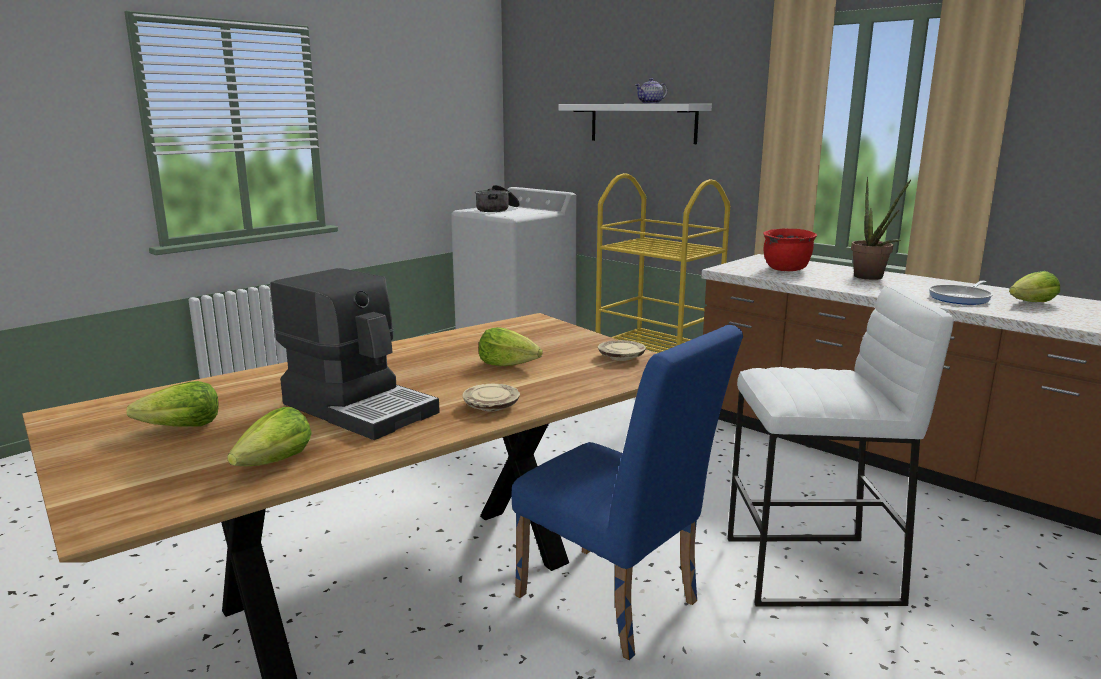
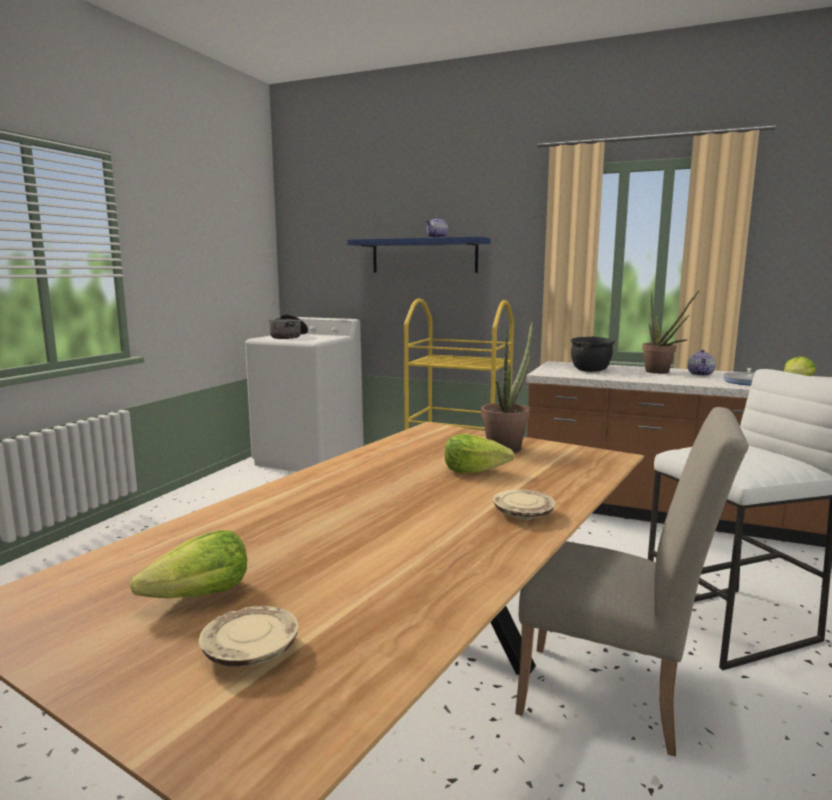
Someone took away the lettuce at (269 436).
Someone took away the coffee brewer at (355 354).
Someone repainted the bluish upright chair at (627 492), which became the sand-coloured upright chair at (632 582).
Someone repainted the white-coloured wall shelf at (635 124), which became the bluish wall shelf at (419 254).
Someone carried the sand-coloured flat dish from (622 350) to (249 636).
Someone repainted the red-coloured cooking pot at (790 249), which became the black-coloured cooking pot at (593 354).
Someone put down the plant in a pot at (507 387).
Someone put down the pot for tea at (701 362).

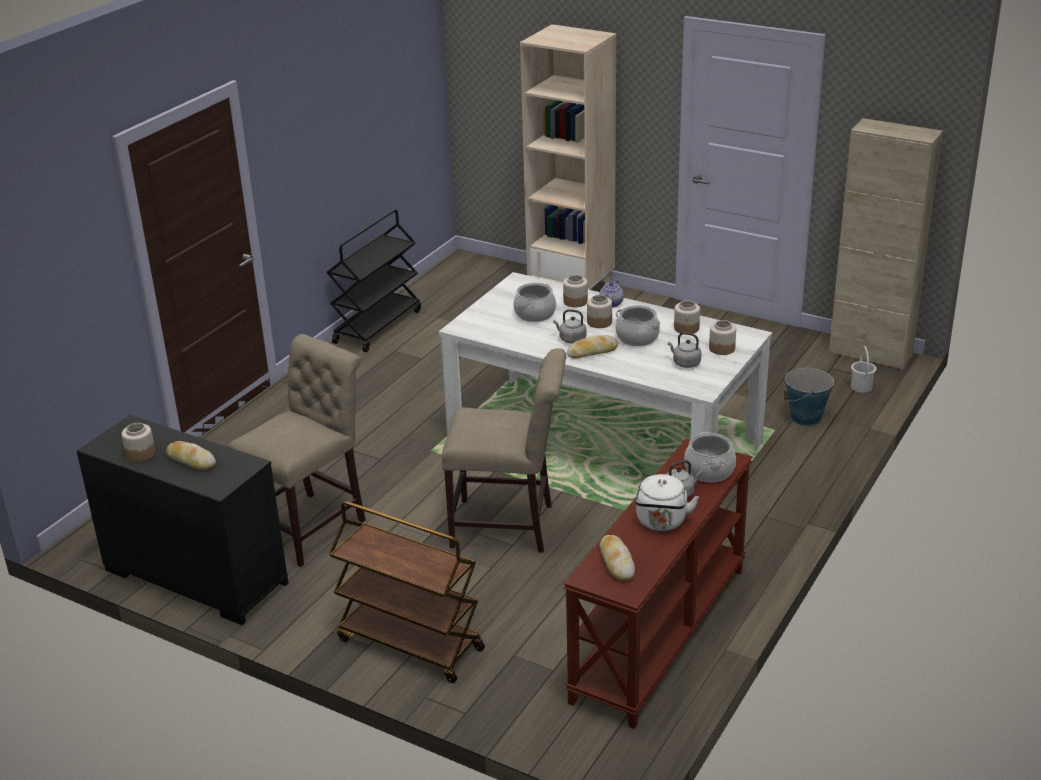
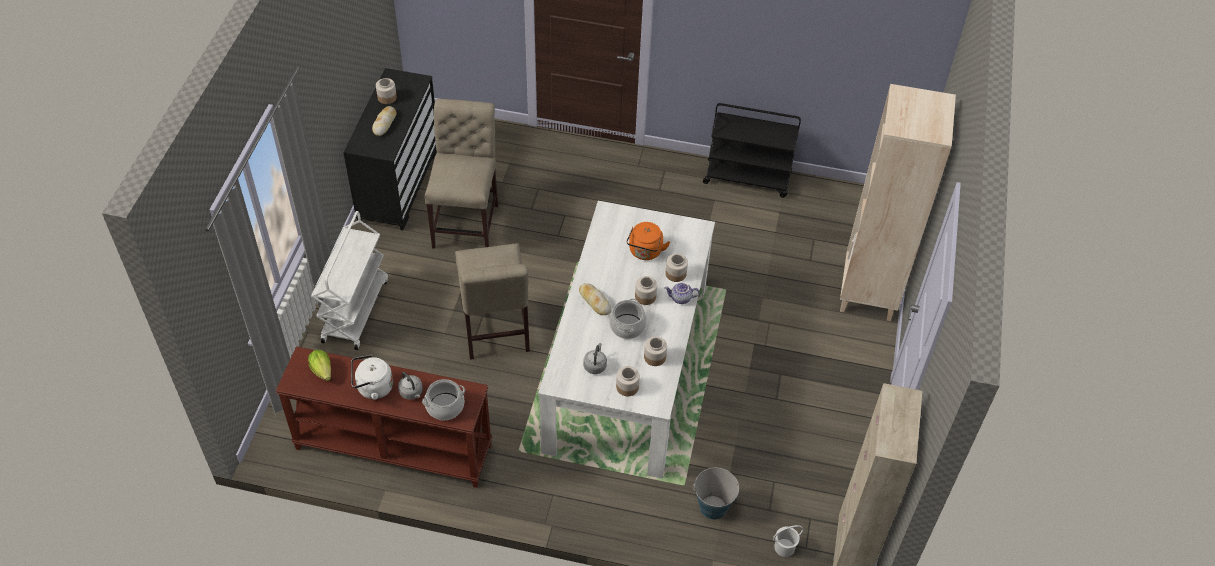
Someone rotated the sand-coloured upright chair at (297 450) by 105 degrees counterclockwise.
Someone repainted the brownish cart at (407 592), which became the white-coloured cart at (349 280).
Someone swapped the cooking pot at (534 302) for the orange-coloured tea kettle at (648 241).
Someone took away the greyish tea kettle at (569 326).
Someone swapped the baked bread at (617 558) for the lettuce at (319 365).

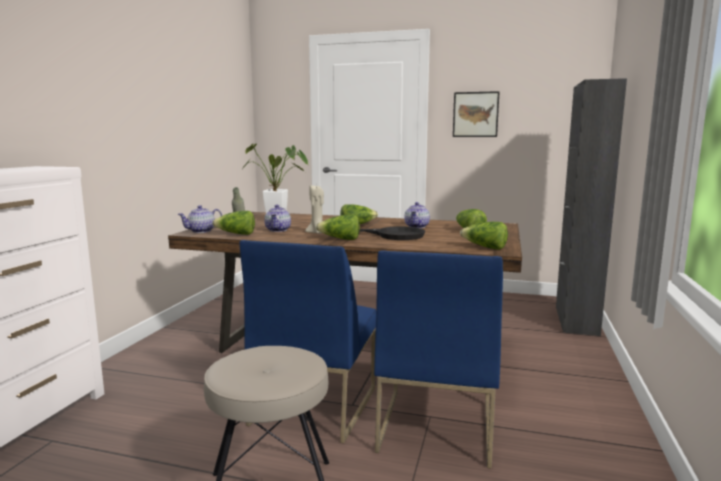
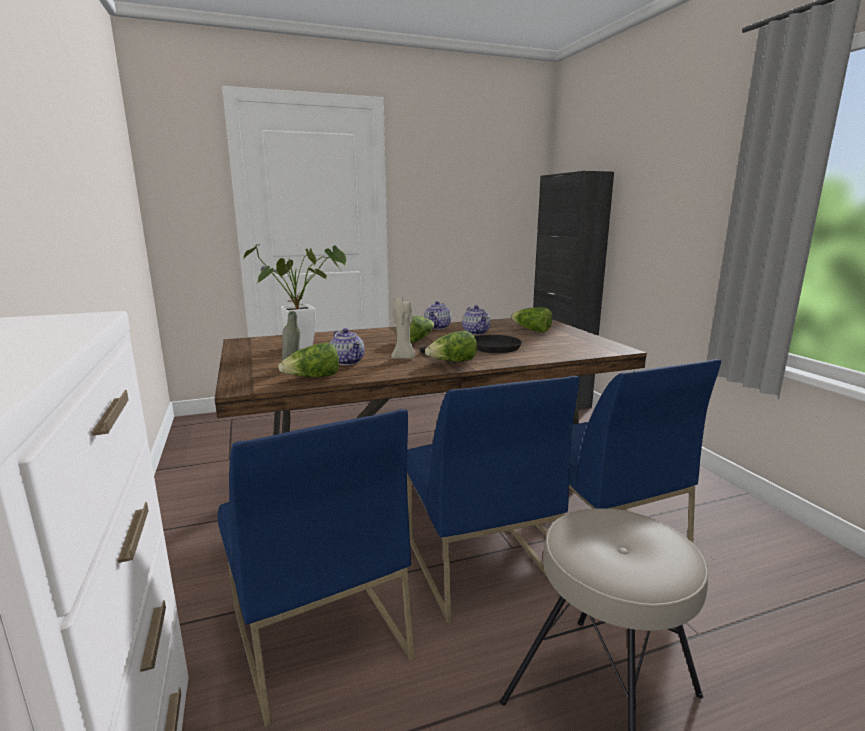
Someone carried the pot for tea from (200 219) to (437 315).
Someone took away the wall art at (476 114).
Someone took away the lettuce at (484 236).
Someone put down the bluish upright chair at (316 568).

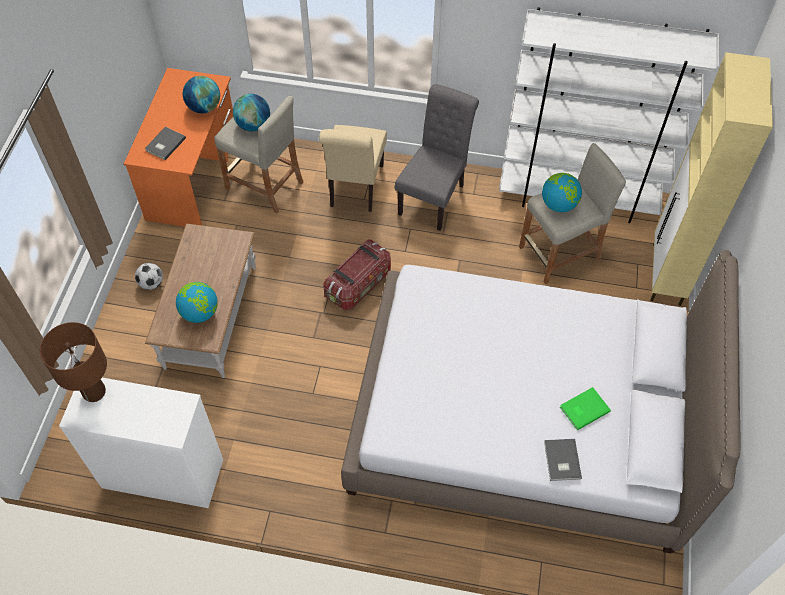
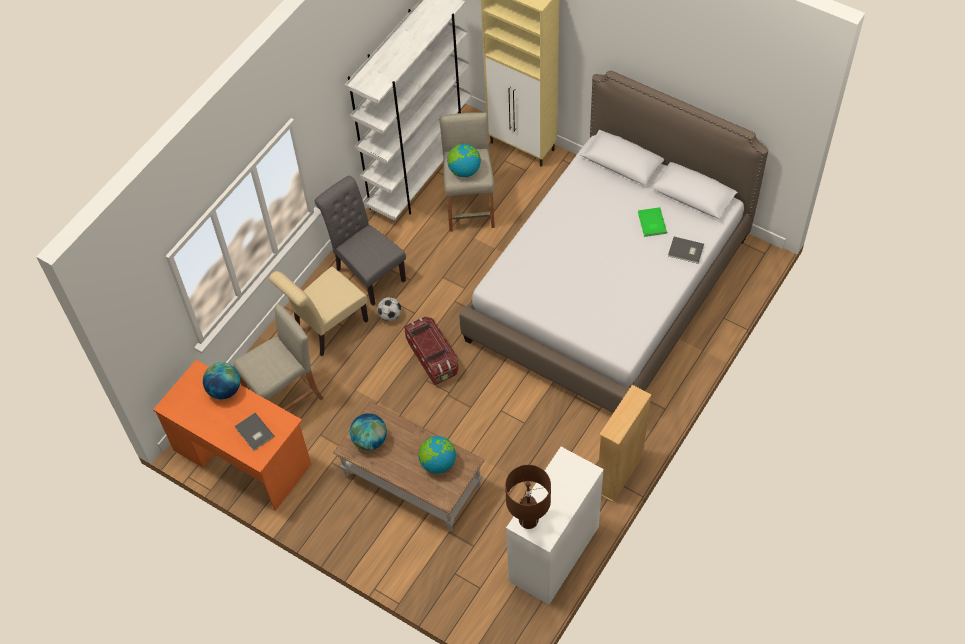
Someone carried the football from (149 276) to (389 309).
Someone carried the desk globe from (251 113) to (368 431).
Someone rotated the sand-coloured upright chair at (353 168) by 105 degrees clockwise.
Someone put down the sand-coloured bookcase at (625 443).

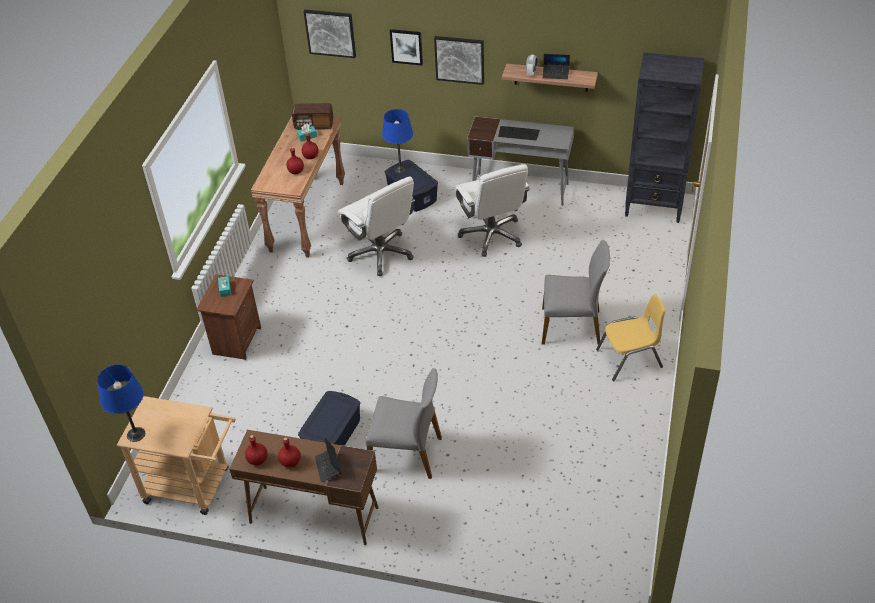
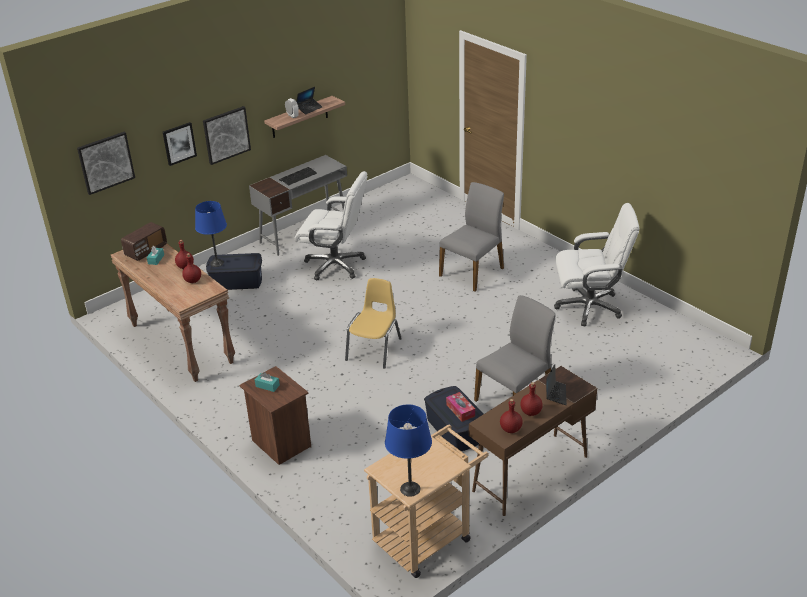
Someone rotated the portable computer at (328 460) by 105 degrees counterclockwise.
Someone carried the white-coloured desk chair from (376 226) to (597 264).
Someone carried the yellow-coloured upright chair from (631 337) to (373 323).
Someone took away the black-coloured bookcase at (664 138).
Someone put down the tissue holder at (460 407).

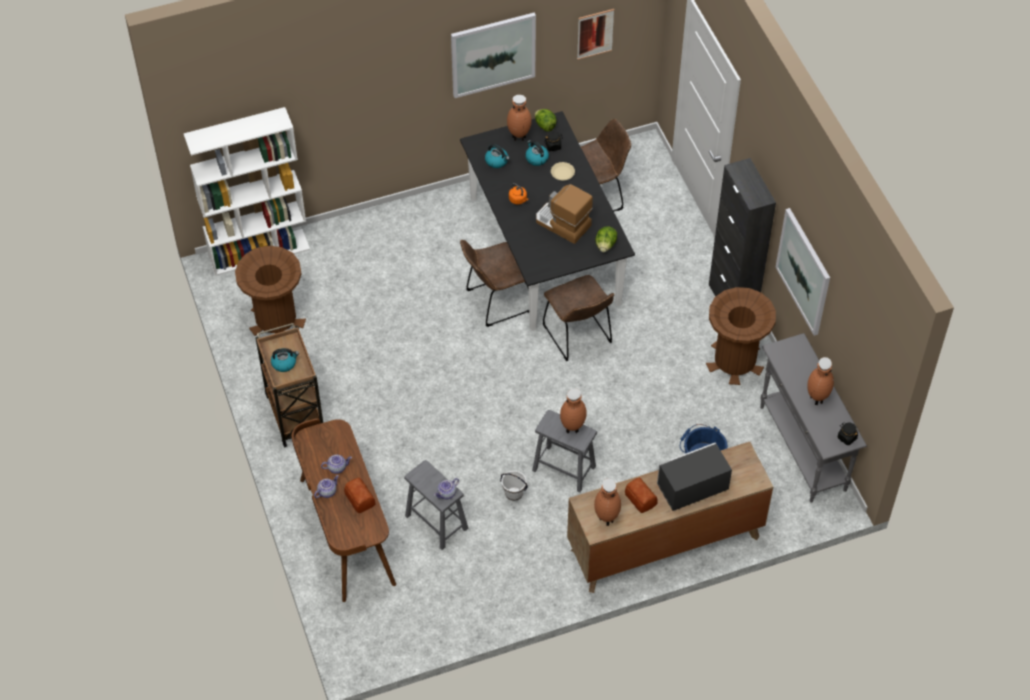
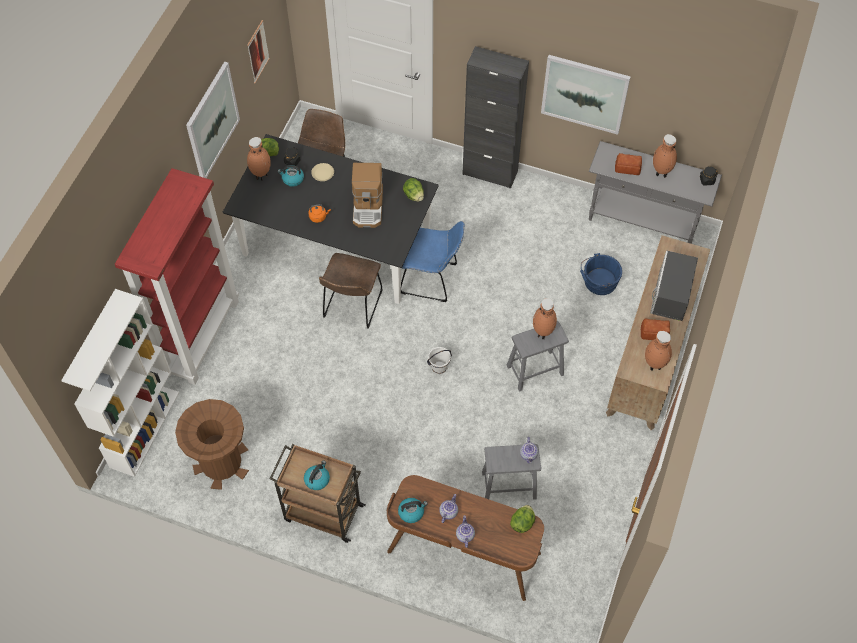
Someone carried the baked bread from (359 495) to (628 164).
Someone carried the tea kettle from (497 156) to (413 510).
Someone carried the white-coloured pail from (514 486) to (439 360).
Someone rotated the coffee brewer at (564 214) by 75 degrees counterclockwise.
Someone repainted the brownish upright chair at (578 318), which became the bluish upright chair at (432 261).
Someone took away the brownish rubbish bin at (741 336).
Someone put down the red-coloured bookcase at (177 276).
Someone put down the lettuce at (522 519).

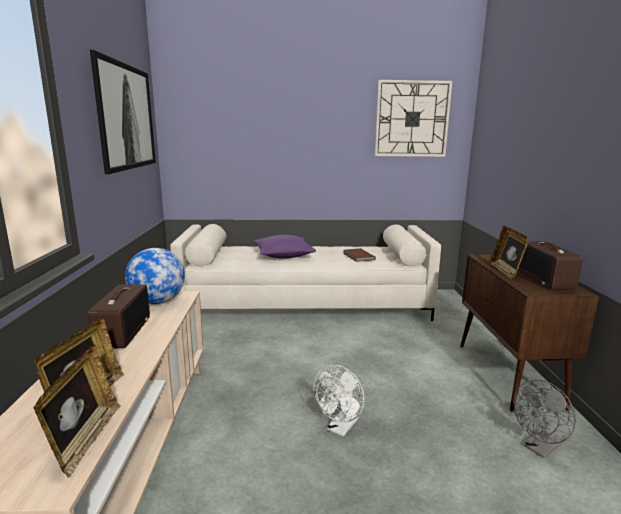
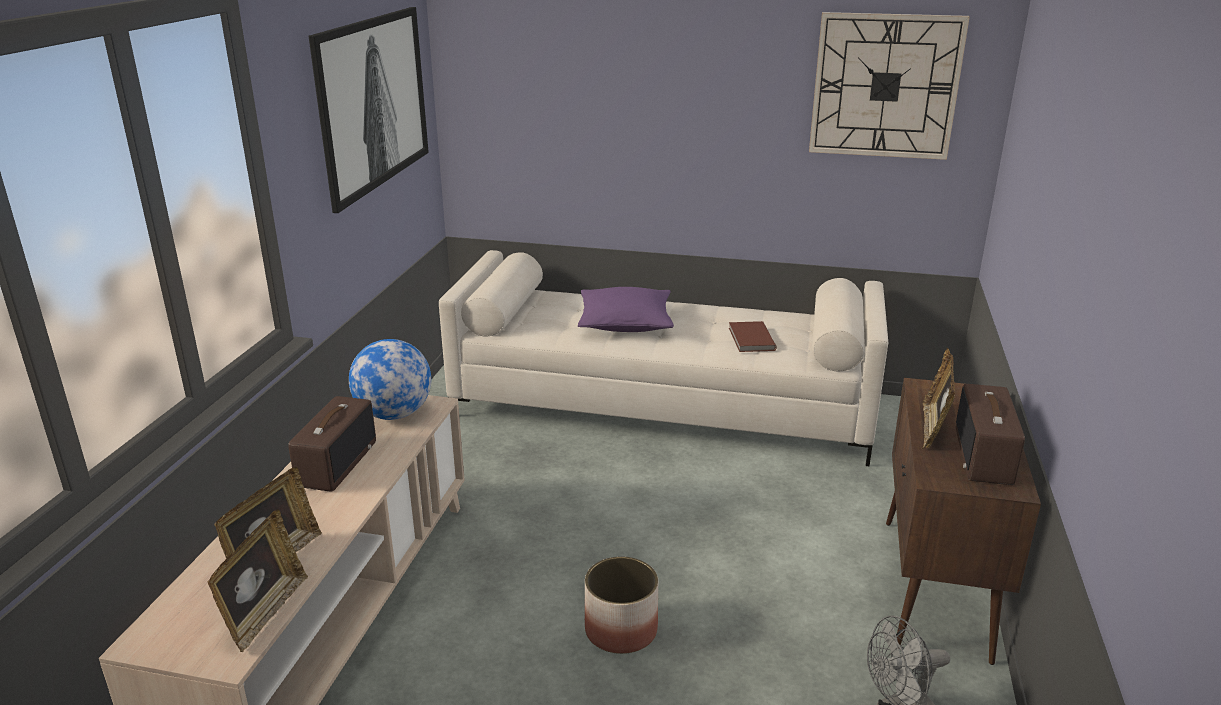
Someone swapped the white-coloured cooling fan at (338 401) for the flower pot at (621 605).

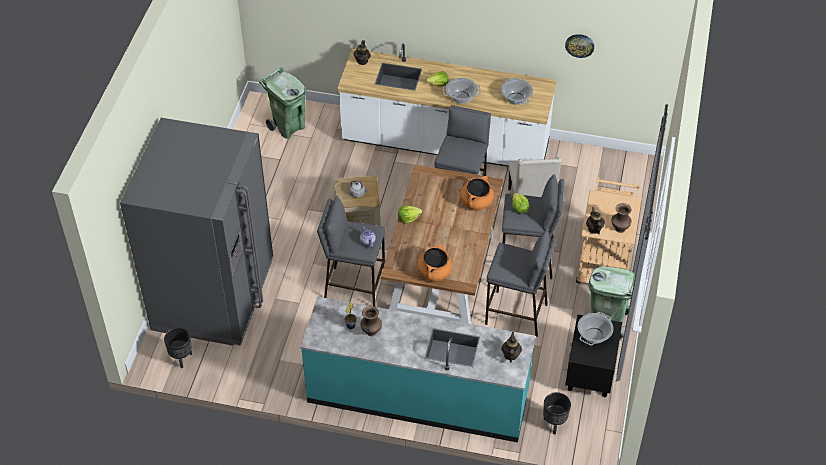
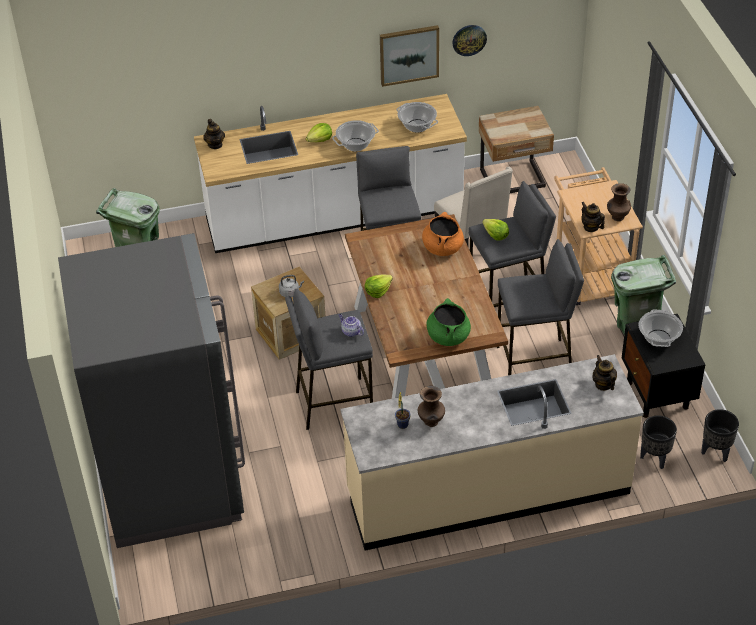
Someone carried the black-coloured flower pot from (178 347) to (720 435).
Someone repainted the blue-green kitchen counter at (417 370), which became the sand-coloured kitchen counter at (492 452).
Someone repainted the orange-coloured cooking pot at (434 263), which became the greenish cooking pot at (448 322).
Someone put up the wall art at (409 56).
Someone put down the sand-coloured bedside table at (516 149).

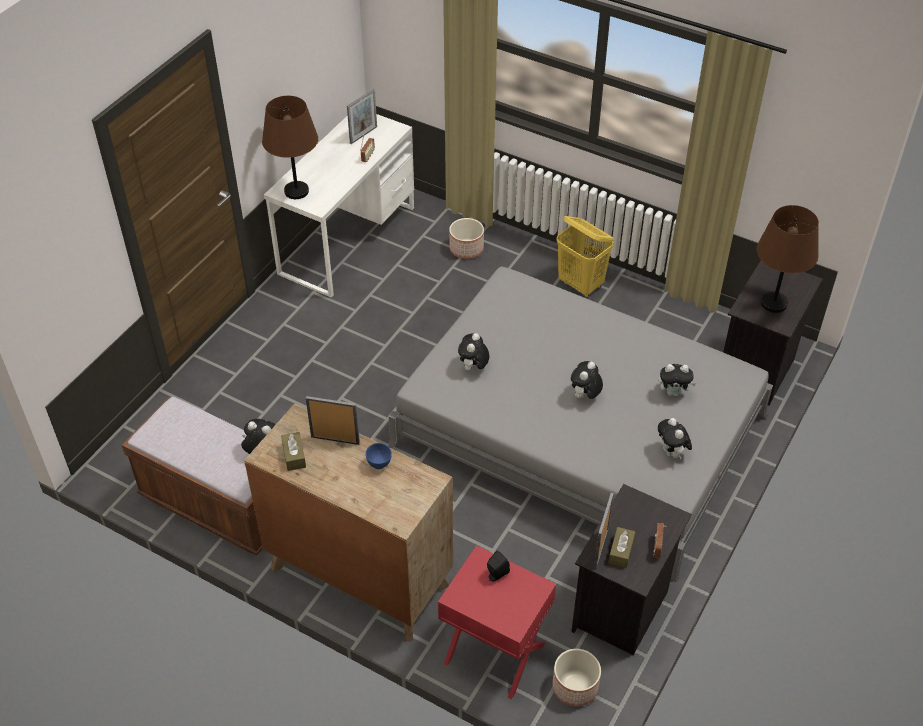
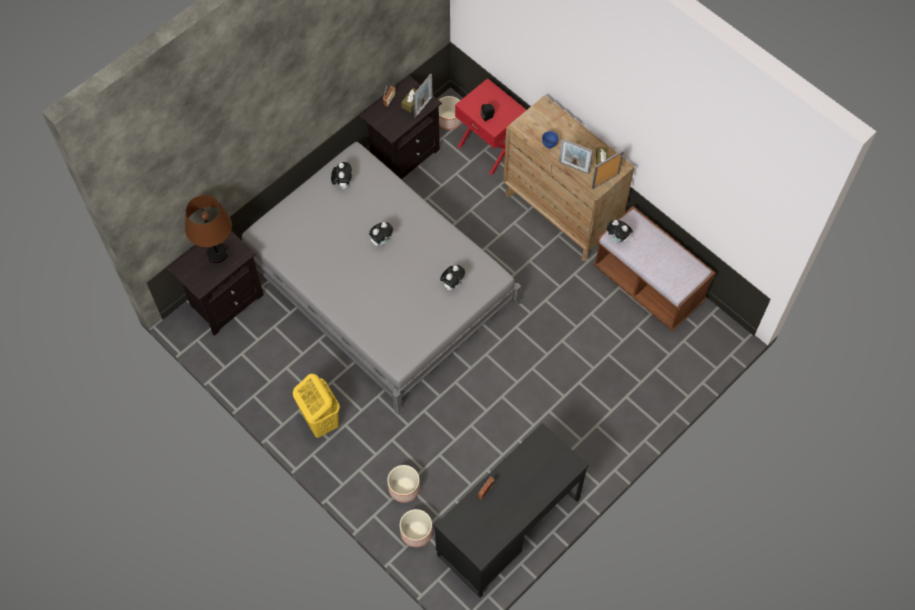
Someone took away the brownish tabletop lamp at (290 147).
Someone repainted the white-coloured desk at (339 206), which became the black-coloured desk at (512 510).
Someone carried the picture frame from (362 116) to (608 169).
Someone took away the plush toy at (677 380).
Someone put down the flower pot at (416 528).

